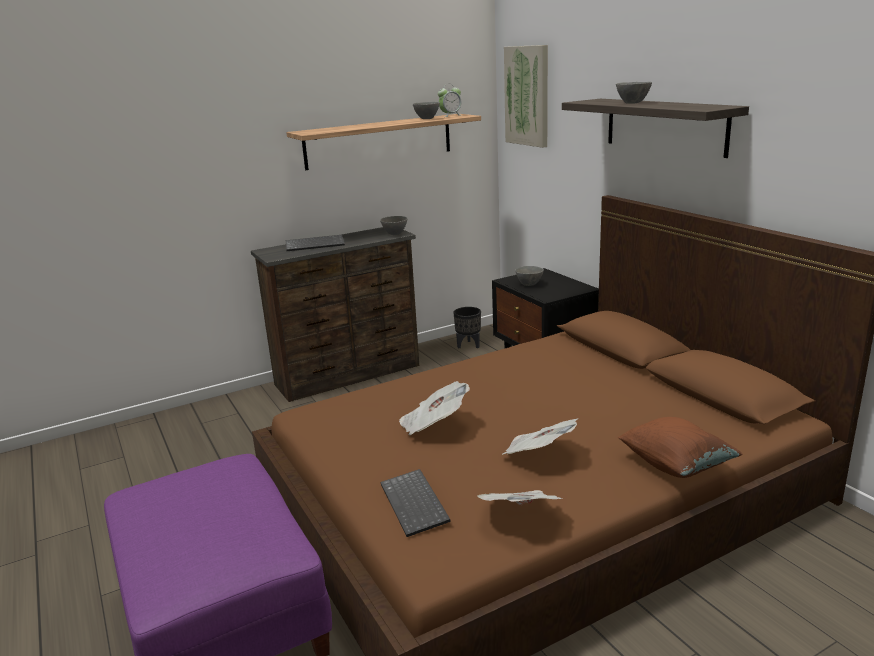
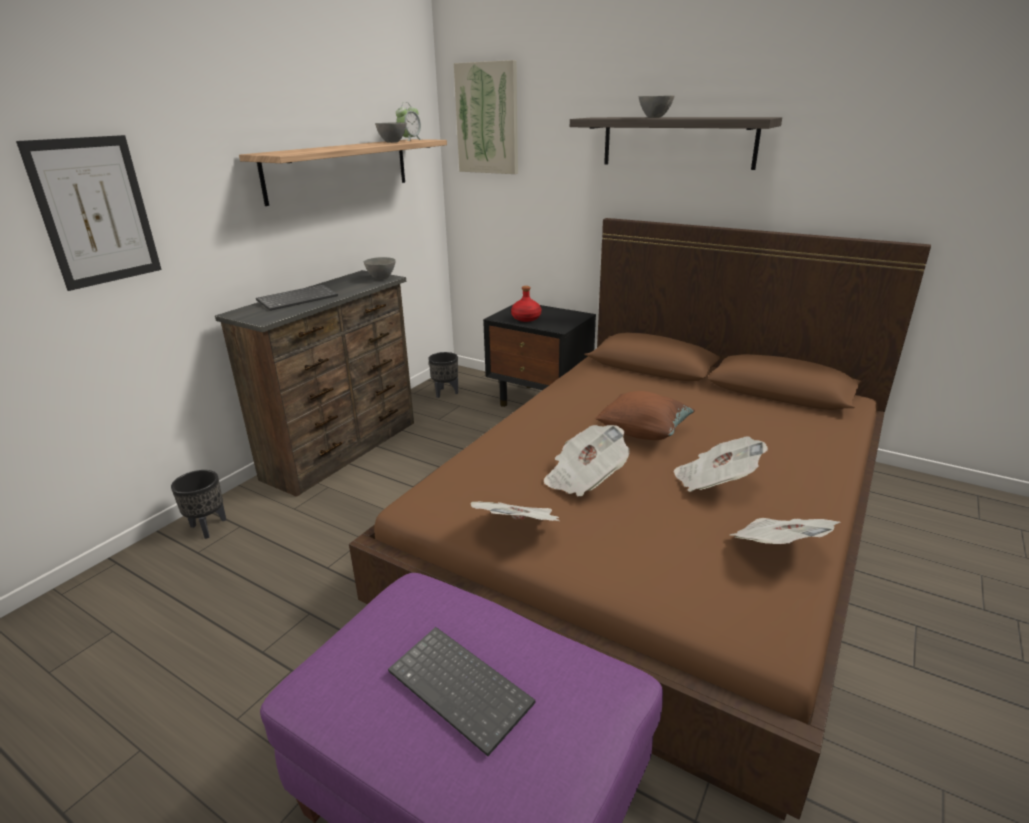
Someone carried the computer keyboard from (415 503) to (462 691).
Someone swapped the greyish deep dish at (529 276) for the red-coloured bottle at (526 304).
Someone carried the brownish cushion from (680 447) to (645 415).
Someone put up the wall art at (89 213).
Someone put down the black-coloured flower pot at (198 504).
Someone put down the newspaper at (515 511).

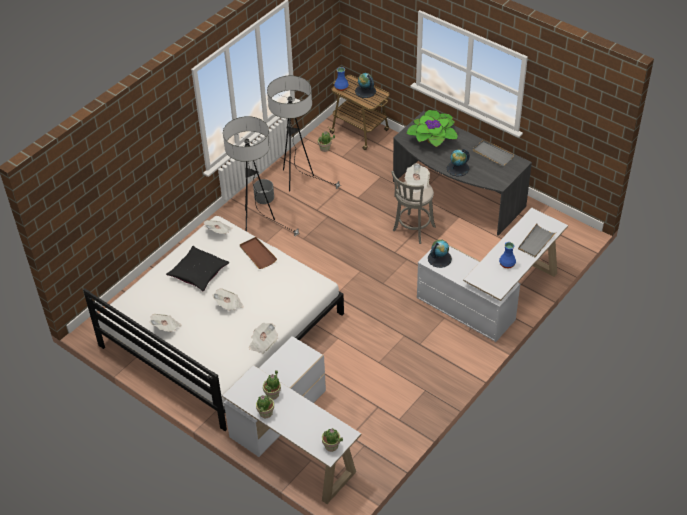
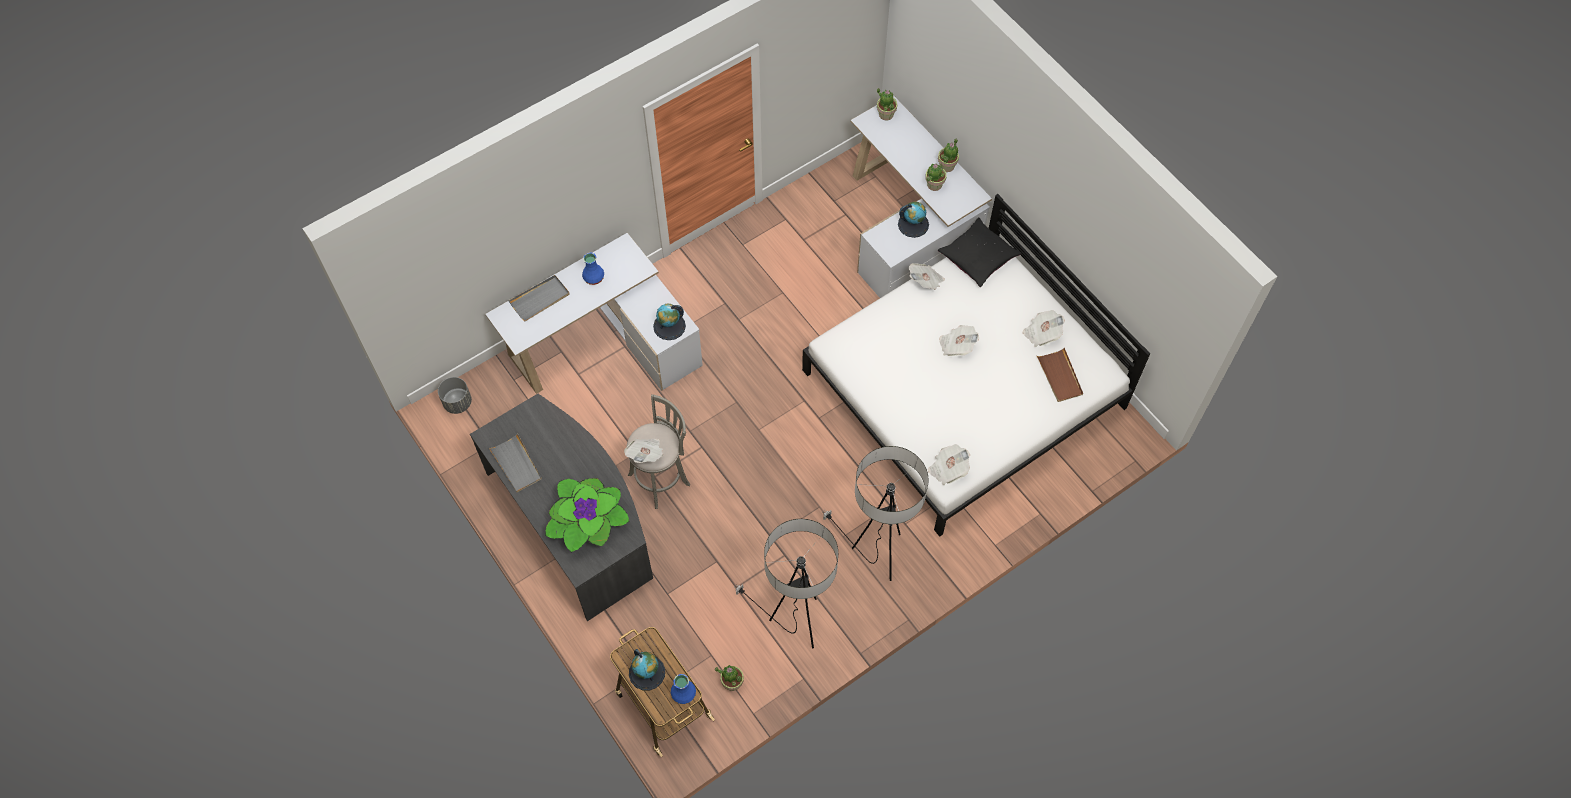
Someone carried the black-coloured cushion from (197 268) to (979 252).
Someone carried the brownish carrying tray from (258 253) to (1059 375).
Someone carried the greyish flower pot from (263 191) to (455 395).
Someone carried the desk globe from (458 162) to (913 219).

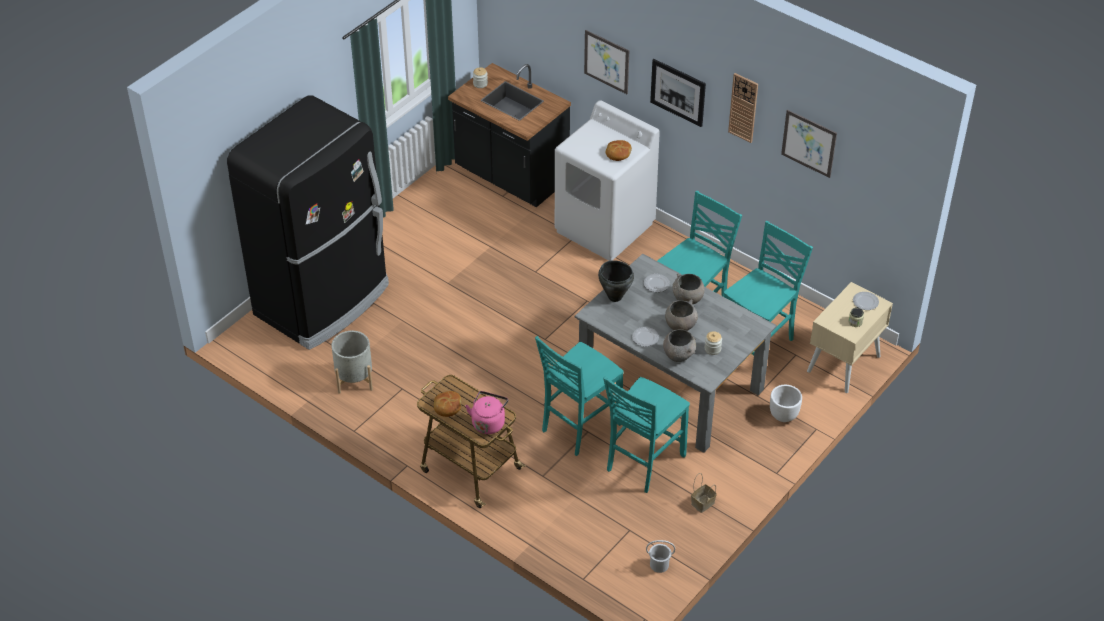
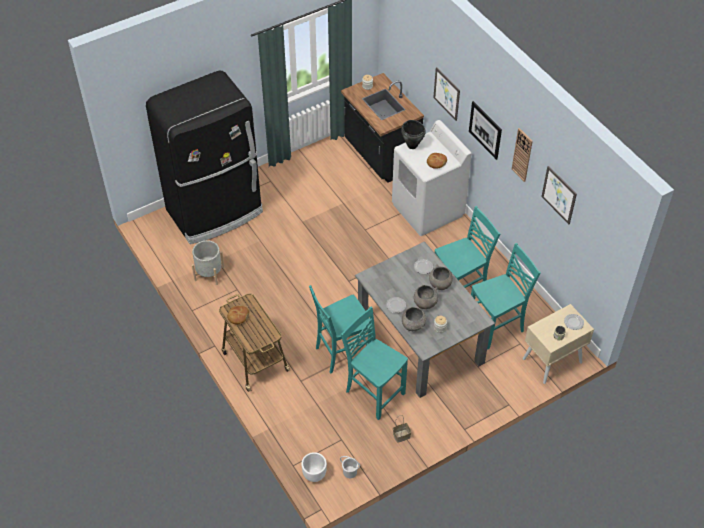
Someone took away the pinkish tea kettle at (486 412).
Someone carried the black-coloured cooking pot from (616 281) to (413 134).
Someone rotated the blue-green upright chair at (646 434) by 75 degrees clockwise.
Someone carried the white-coloured flower pot from (786 403) to (314 467).

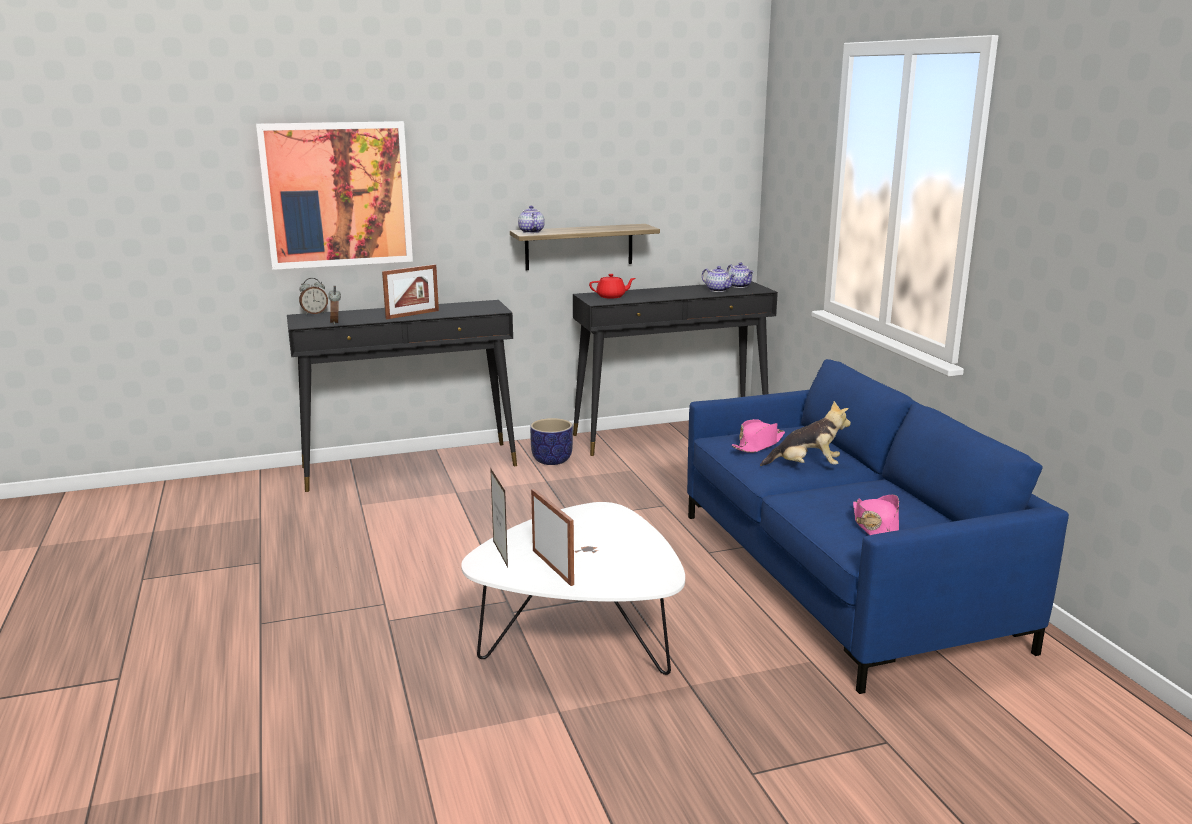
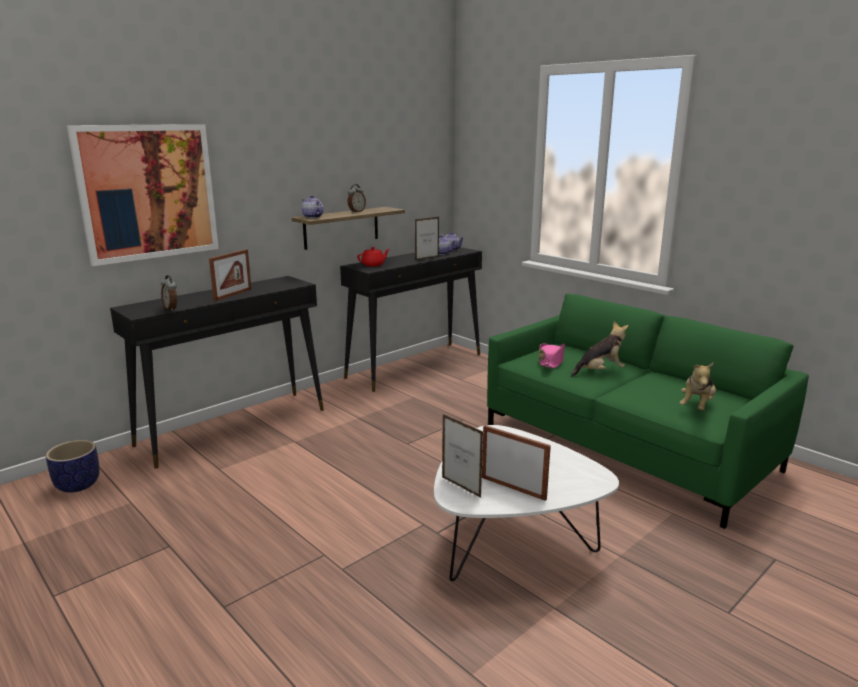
Someone carried the bedside clock from (313 296) to (357 198).
Someone carried the flower pot from (551 441) to (73 466).
Someone repainted the bluish settee at (878 526), which became the greenish settee at (648 411).
Someone swapped the pinkish wearable hat at (876 515) for the plush toy at (697 387).
Someone put down the picture frame at (427 239).

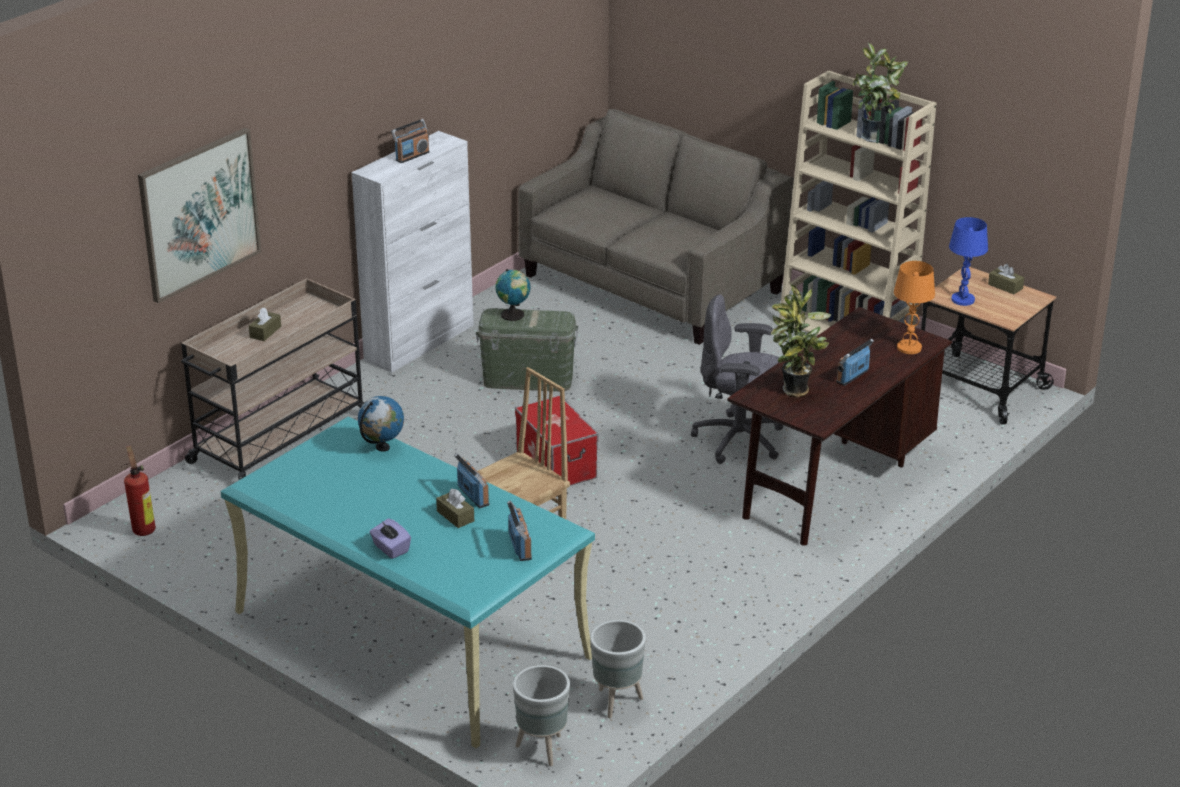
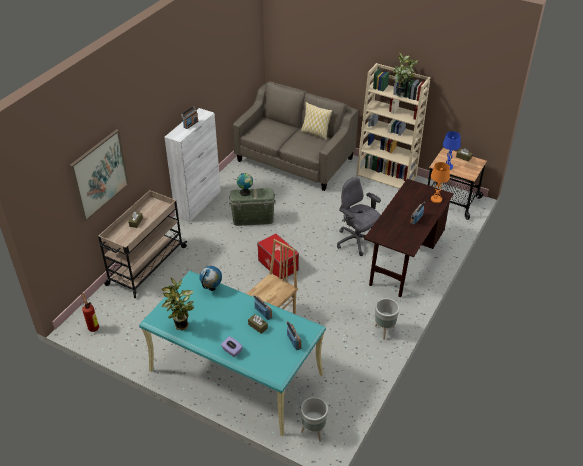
Someone carried the greyish flower pot from (618 669) to (387 319).
Someone rotated the greyish desk chair at (737 379) by 45 degrees clockwise.
Someone carried the plant in a pot from (800 340) to (177 304).
Someone put down the cushion at (316 121).

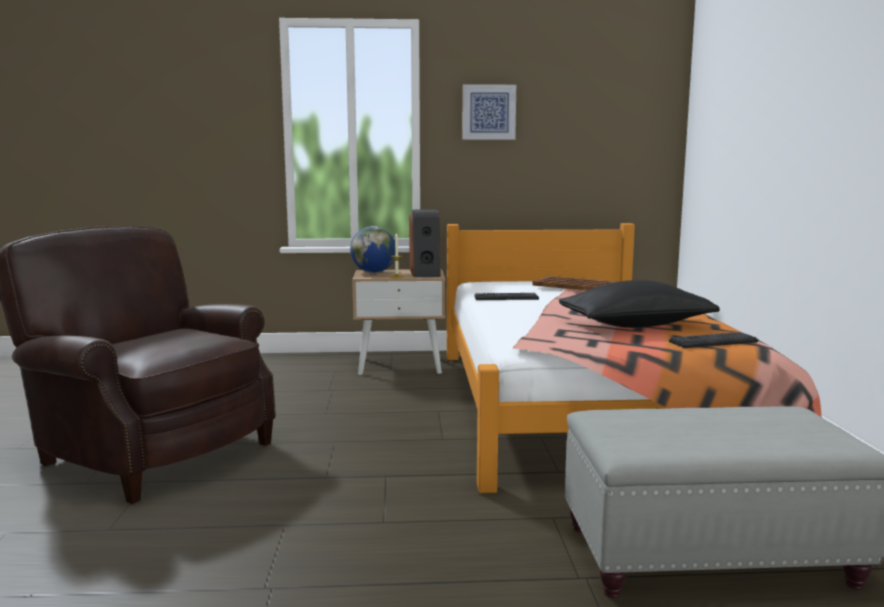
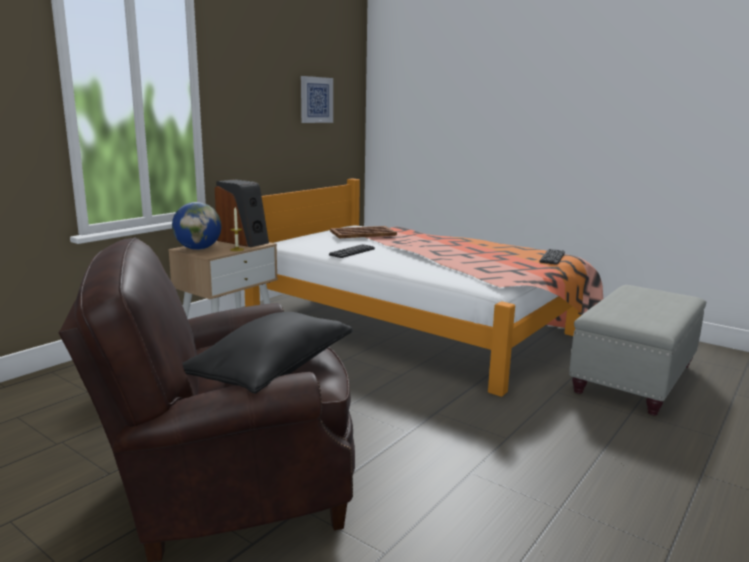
Someone carried the wall art from (489 112) to (317 99).
Someone carried the black-coloured cushion from (639 304) to (268 353).

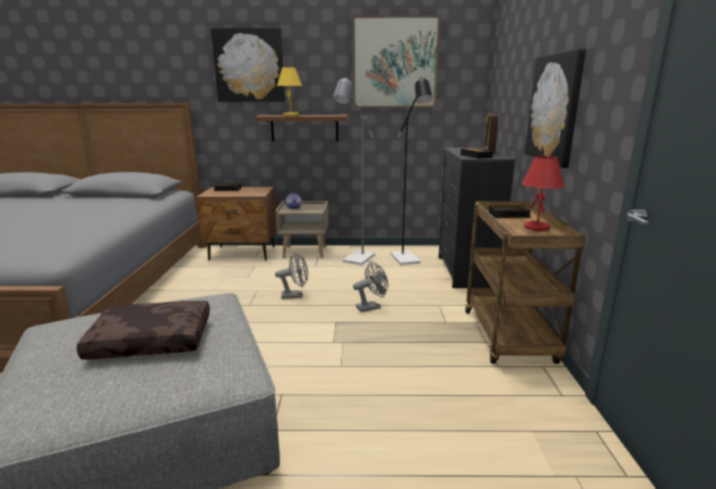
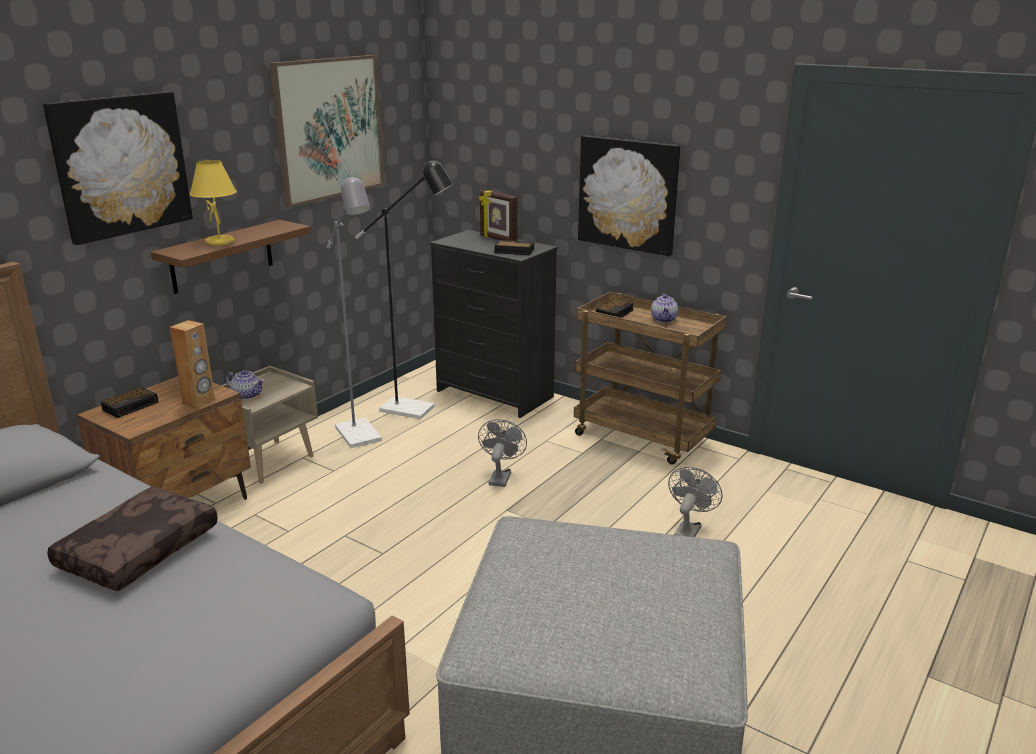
Someone carried the brownish cushion from (143 330) to (132 539).
Someone carried the greyish cooling fan from (291 275) to (695 502).
Someone swapped the red-coloured tabletop lamp at (543 193) for the pot for tea at (664 308).
Someone put down the brownish audio speaker at (192 364).

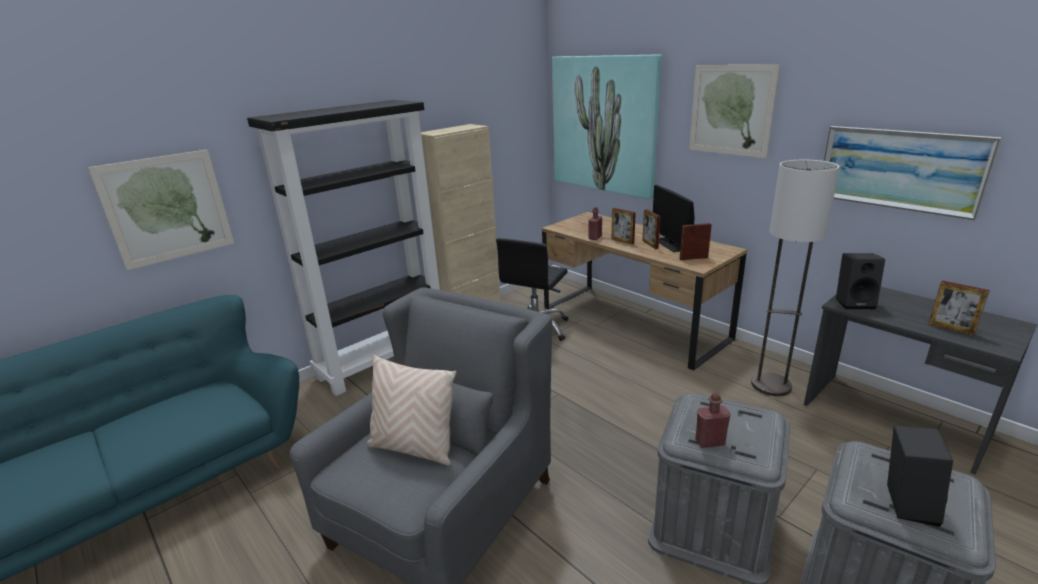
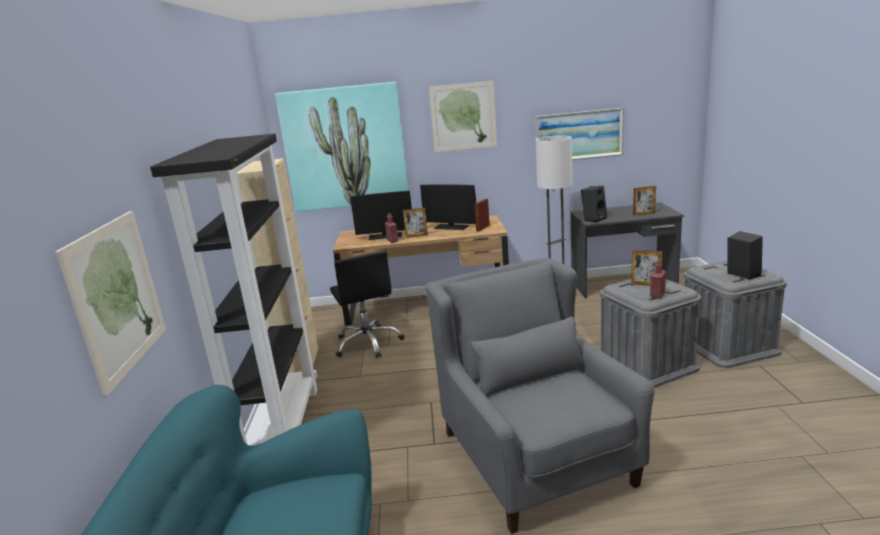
Someone took away the sand-coloured cushion at (411 410).
Someone carried the picture frame from (652 229) to (646 268).
Someone put down the computer screen at (381 215).

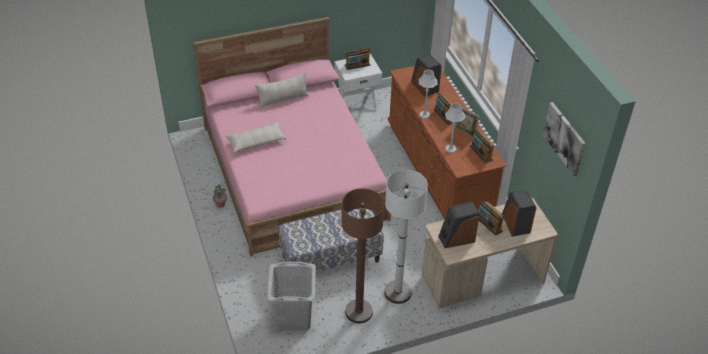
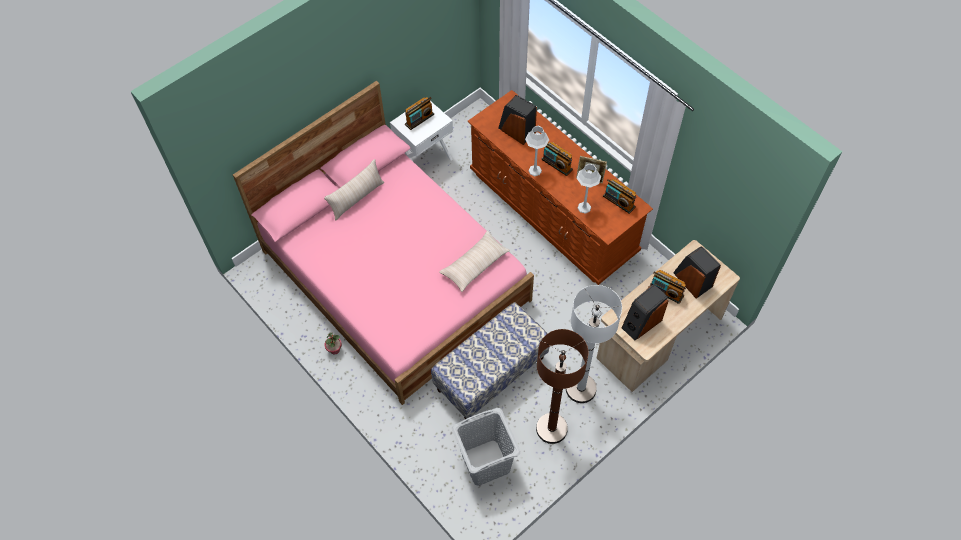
Someone carried the sand-coloured cushion from (256 137) to (474 261).
Someone took away the wall art at (564 139).

